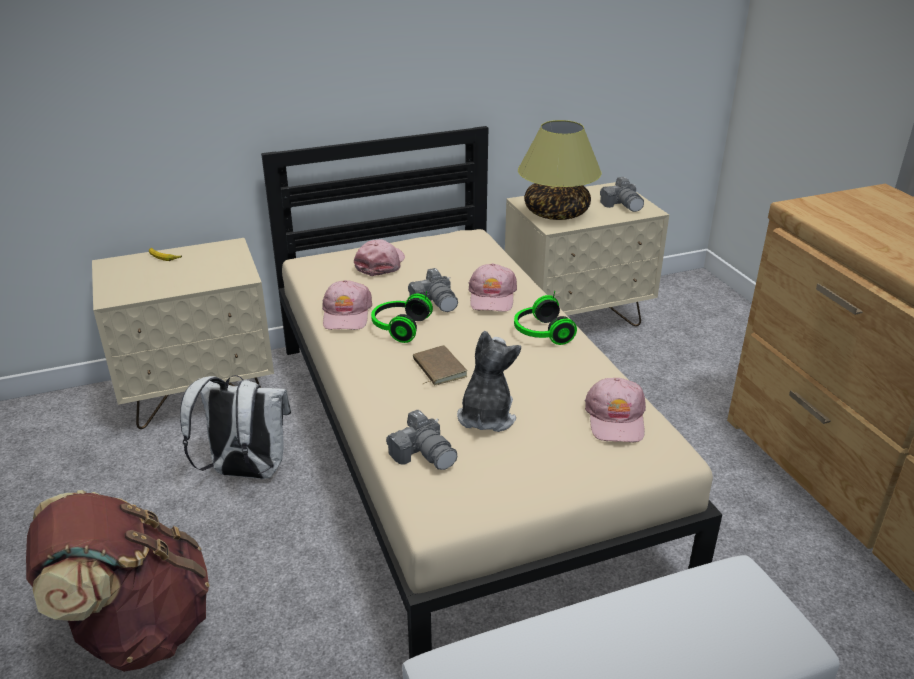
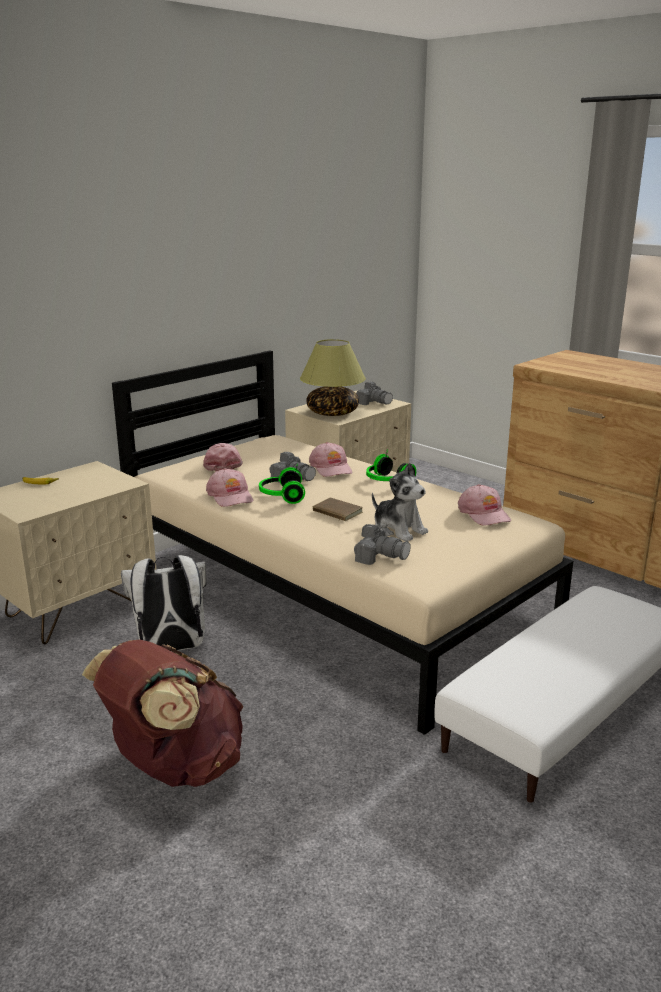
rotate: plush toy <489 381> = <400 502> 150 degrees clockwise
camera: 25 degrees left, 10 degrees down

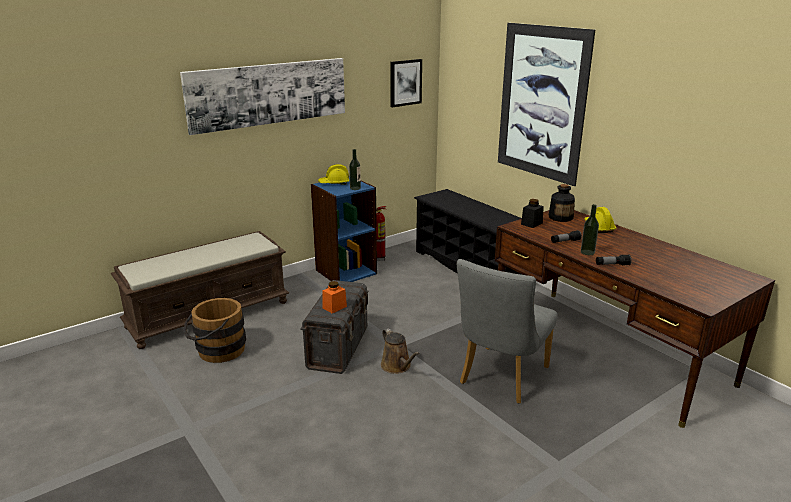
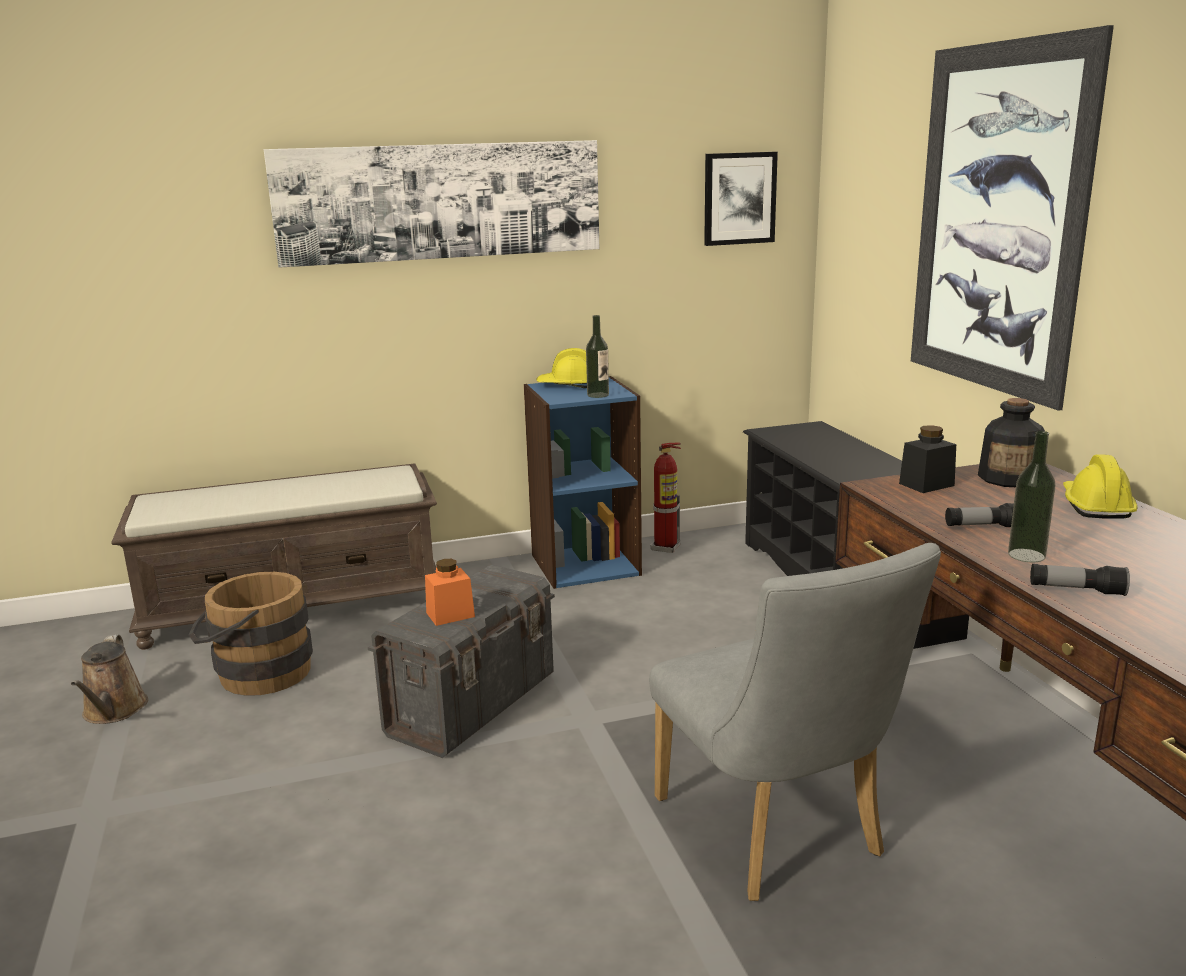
move: watering can/brown <400 351> to <109 679>
rotate: chair/grey <507 331> = <795 722> 75 degrees counterclockwise
camera: 20 degrees right, 5 degrees down

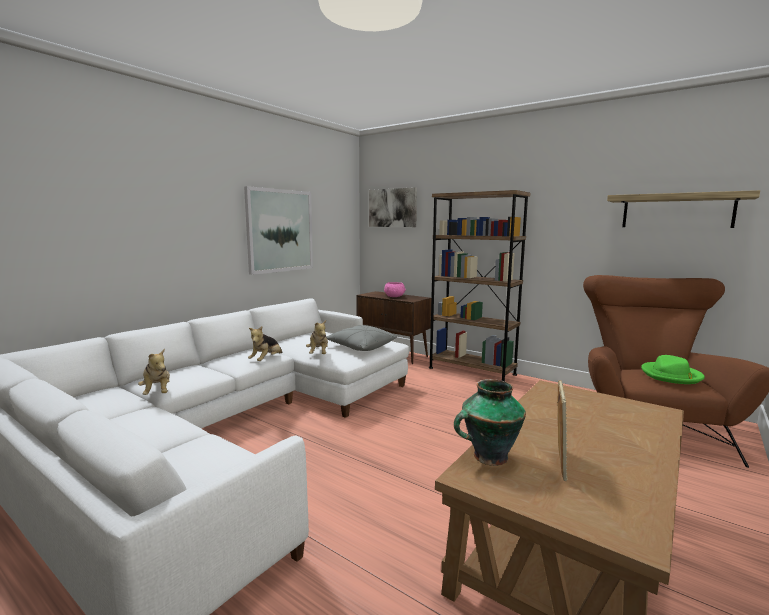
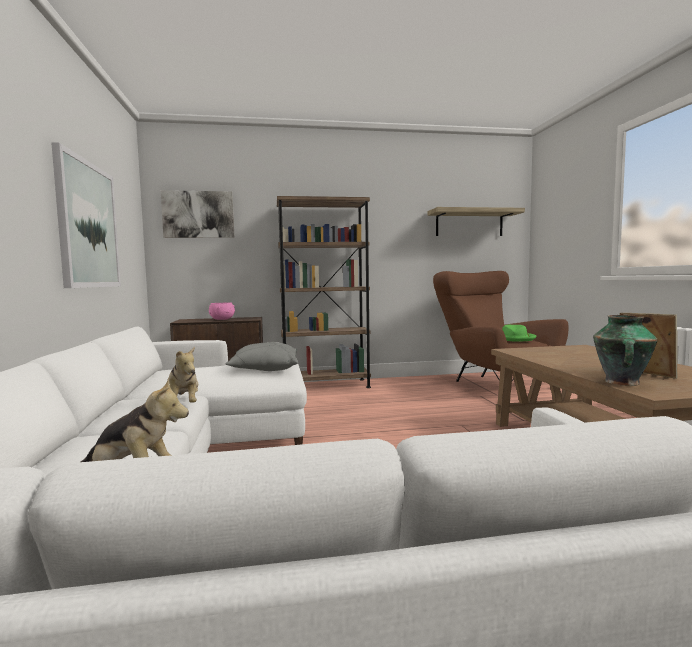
delete: plush toy <317 337>
camera: 45 degrees left, 5 degrees down

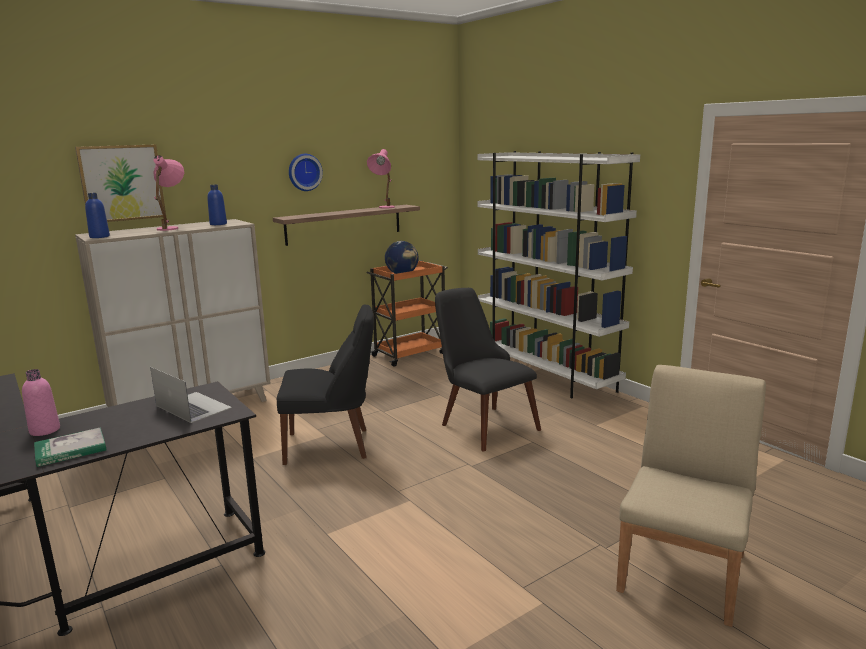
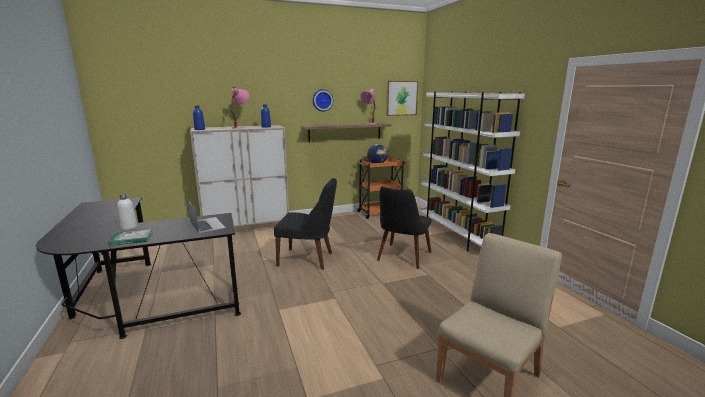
move: picture <120 183> to <402 98>
recolor: bottle/pink <41 402> to bottle/white <127 212>
rotate: chair/black <488 369> = <404 227> 135 degrees counterclockwise
camera: 15 degrees right, 0 degrees up

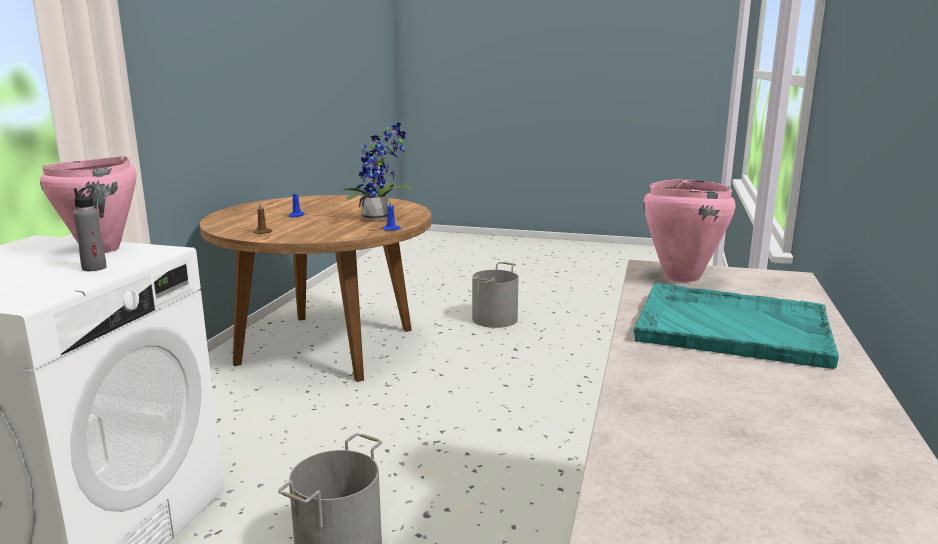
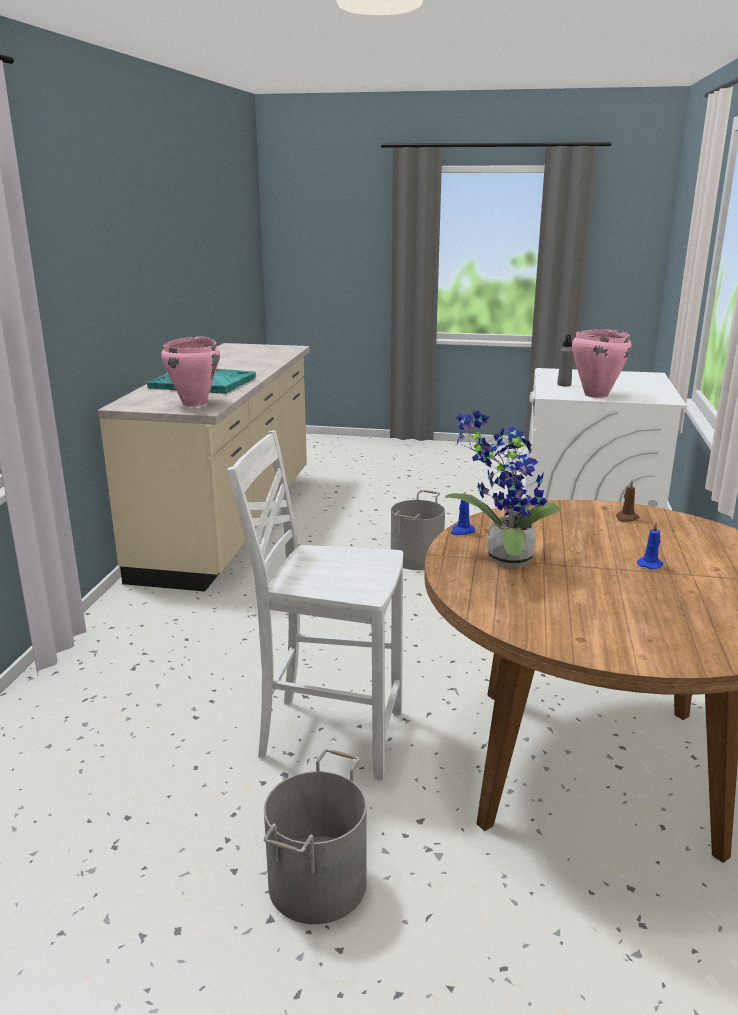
insert: chair/white <315 605>
camera: 175 degrees right, 5 degrees up

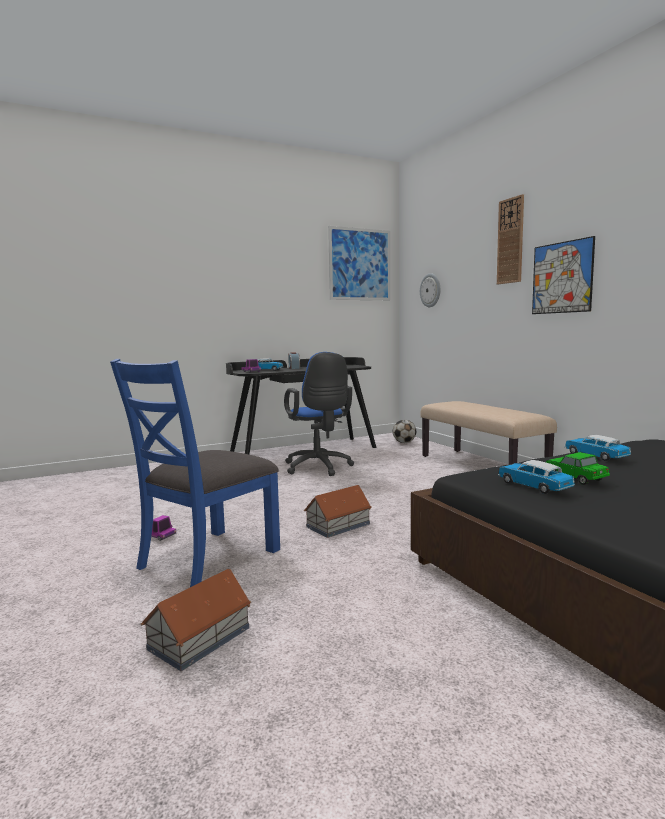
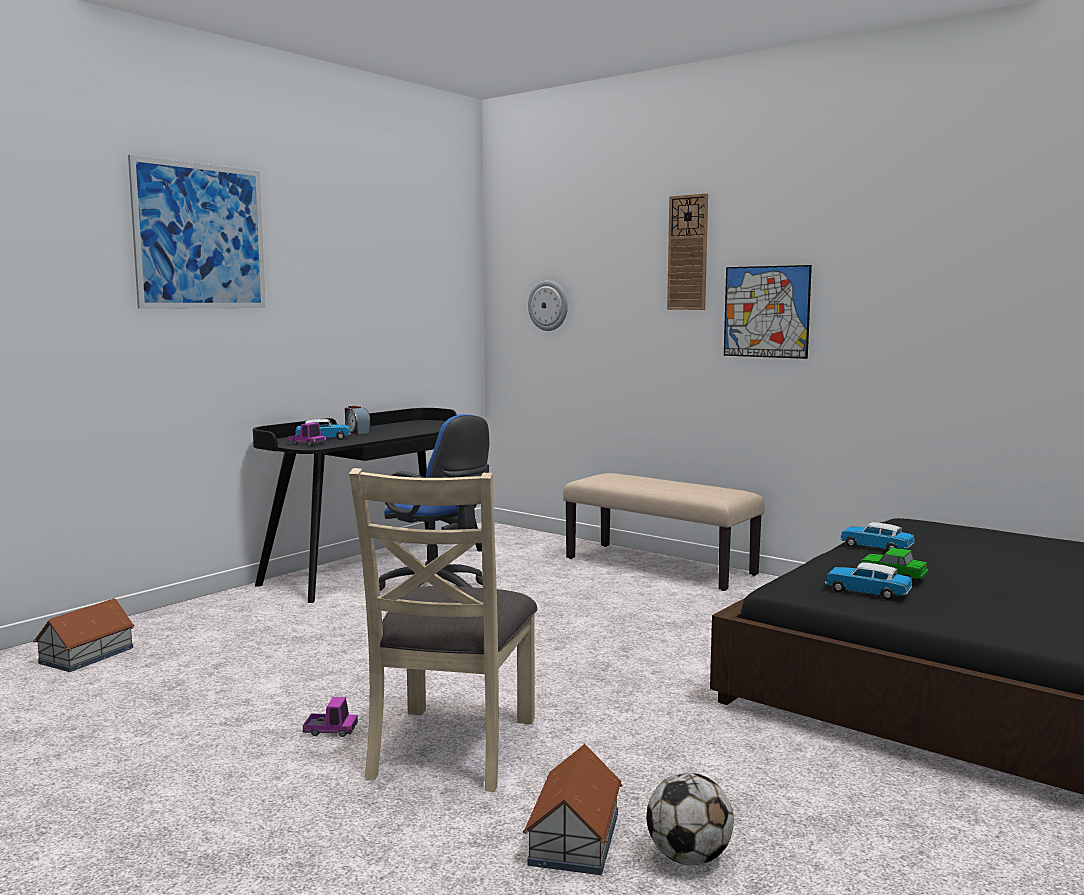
move: toy house <337 511> to <84 635>; picture <359 263> to <197 232>; football <404 431> to <690 819>
recolor: chair/blue <195 473> to chair/beige <443 630>
camera: 25 degrees left, 0 degrees up

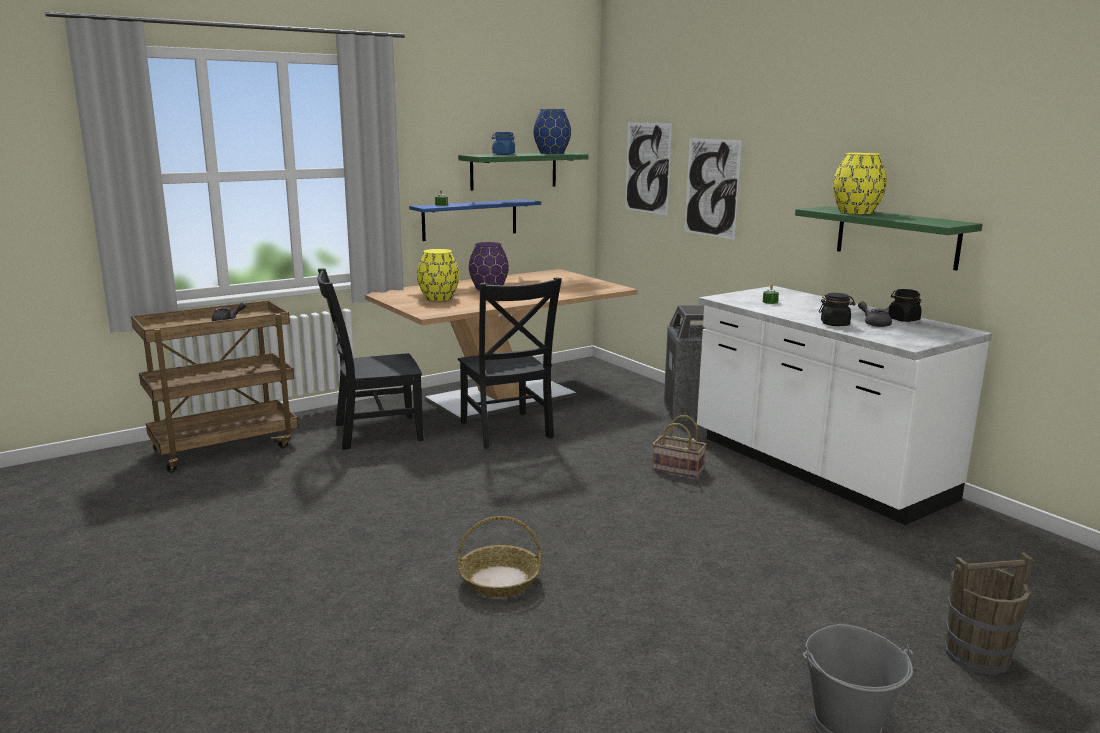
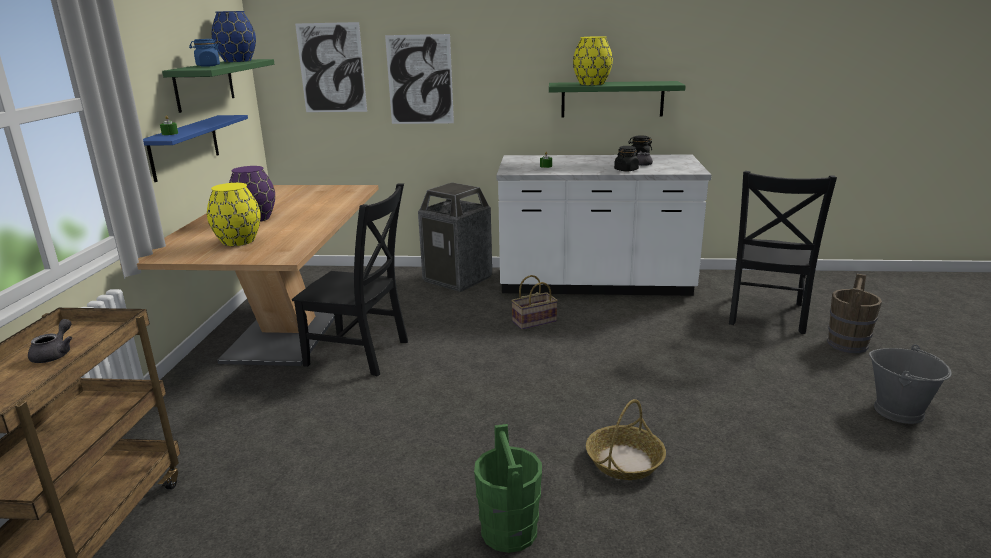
insert: bucket/green <508 488>
move: chair/black <370 359> to <783 252>
camera: 50 degrees left, 5 degrees up

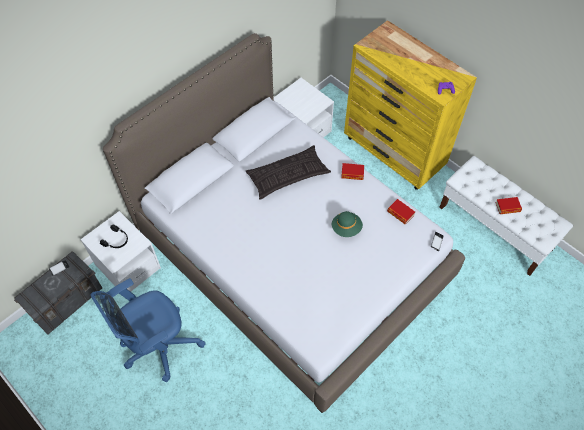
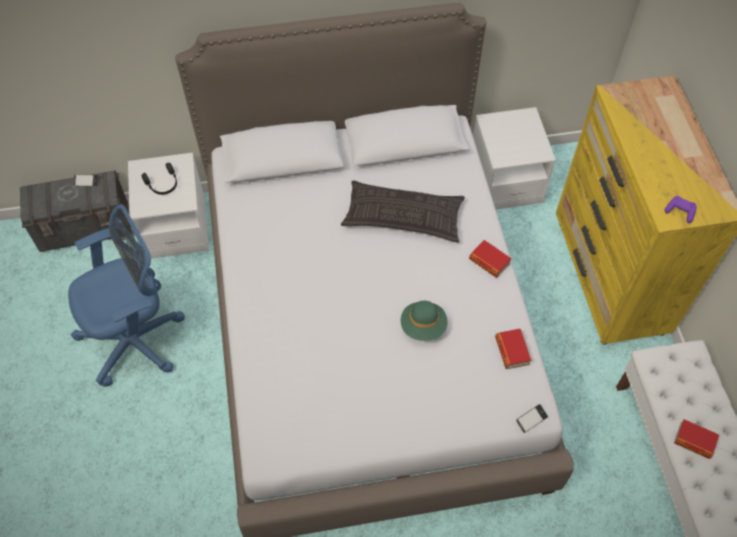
rotate: office chair/blue <148 330> = <126 295> 150 degrees clockwise
camera: 35 degrees right, 0 degrees up

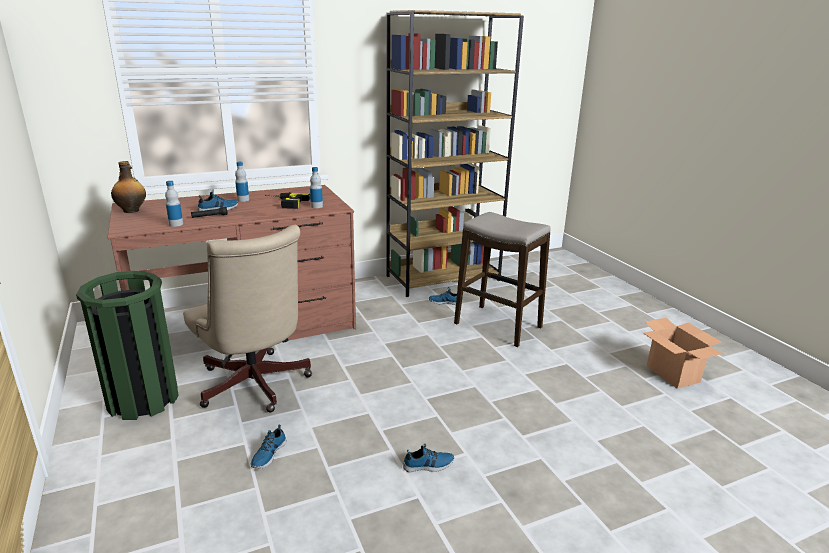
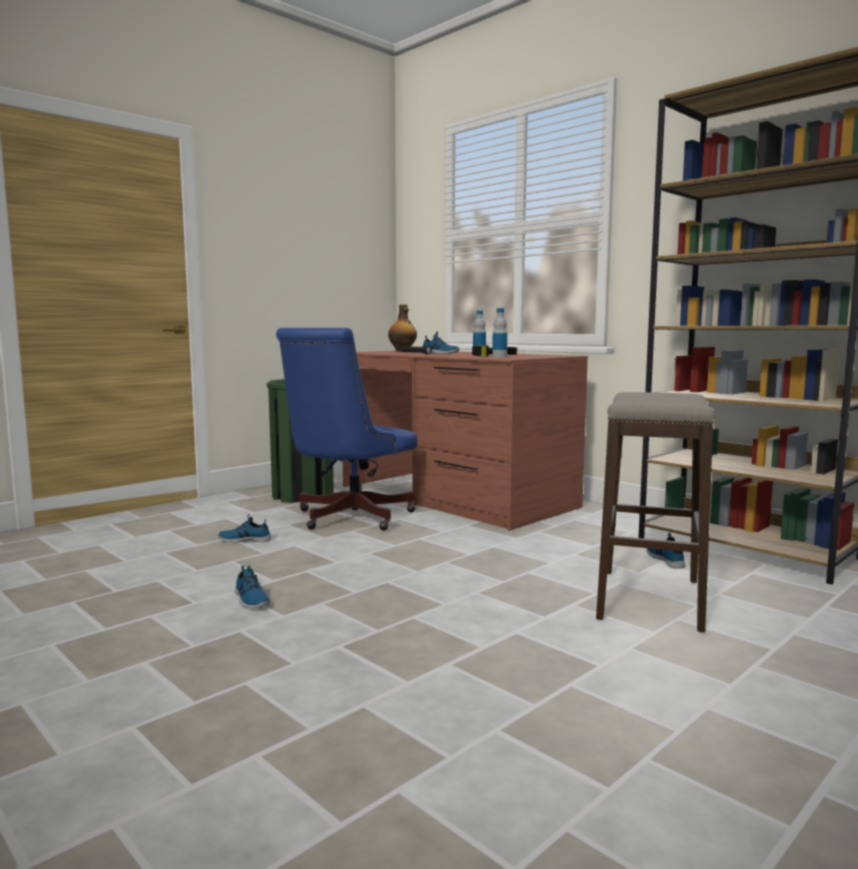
delete: bottle <174 204>; cardboard box <683 353>
recolor: office chair/beige <247 319> to office chair/blue <346 429>
camera: 70 degrees right, 15 degrees down

